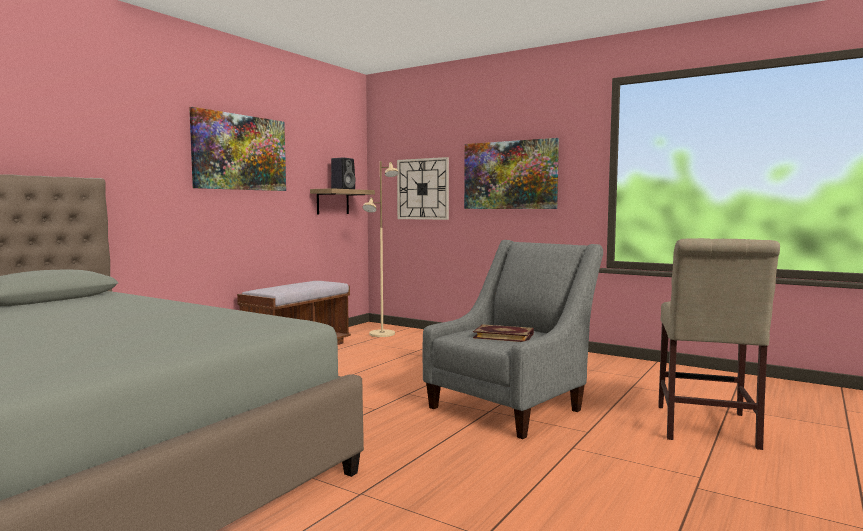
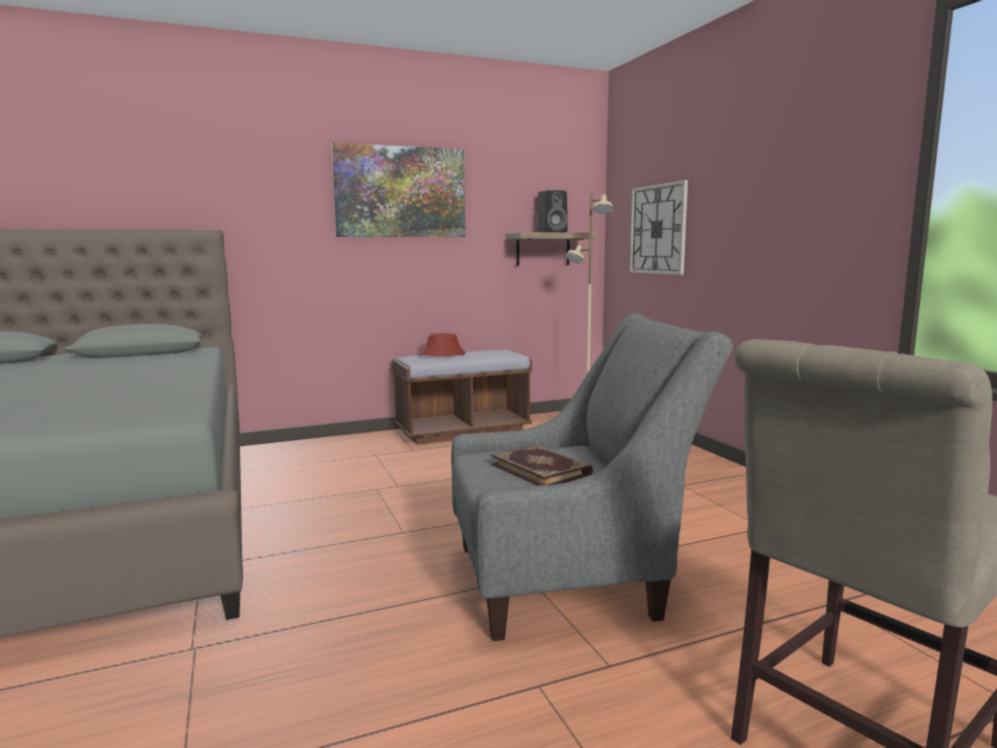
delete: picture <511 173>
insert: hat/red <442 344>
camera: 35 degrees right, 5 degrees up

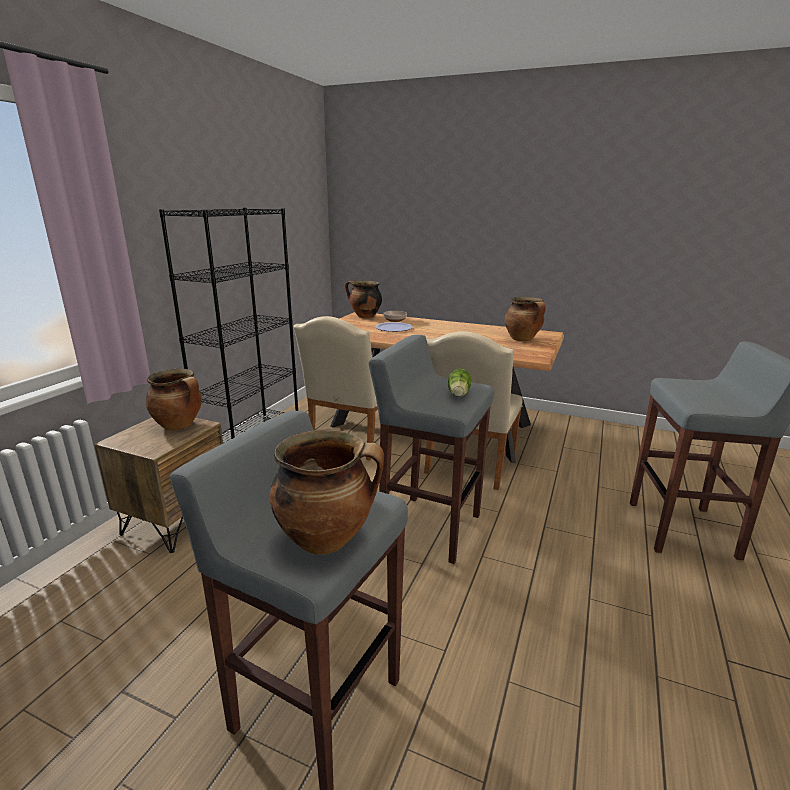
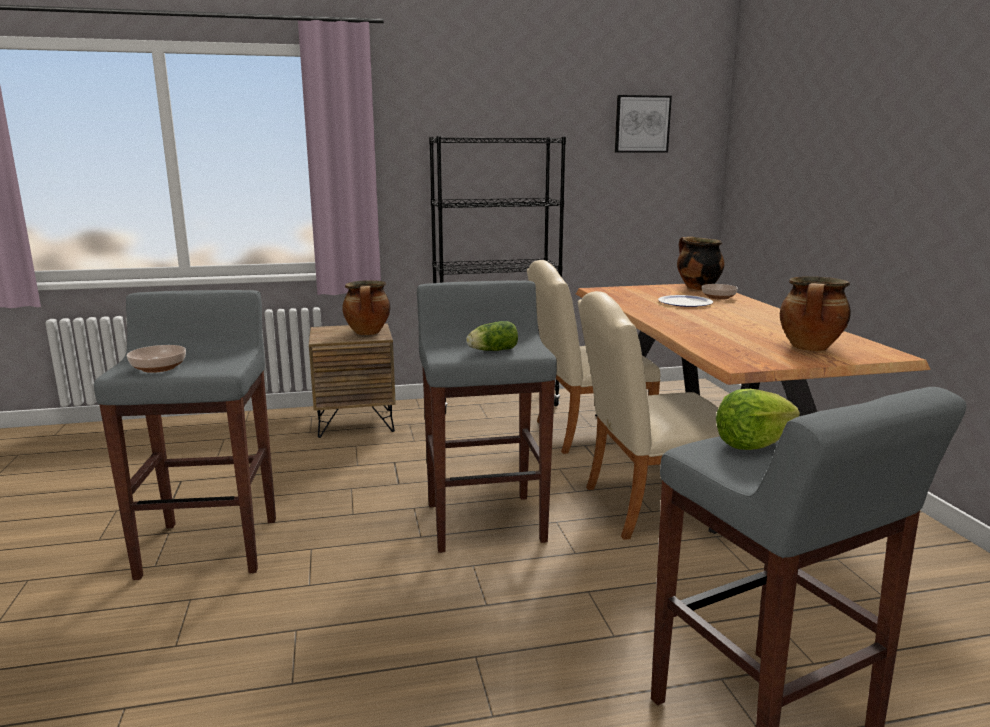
insert: picture <643 124>; lettuce <758 419>
replace: cooking pot <327 492> to bowl <156 359>
camera: 55 degrees right, 5 degrees down

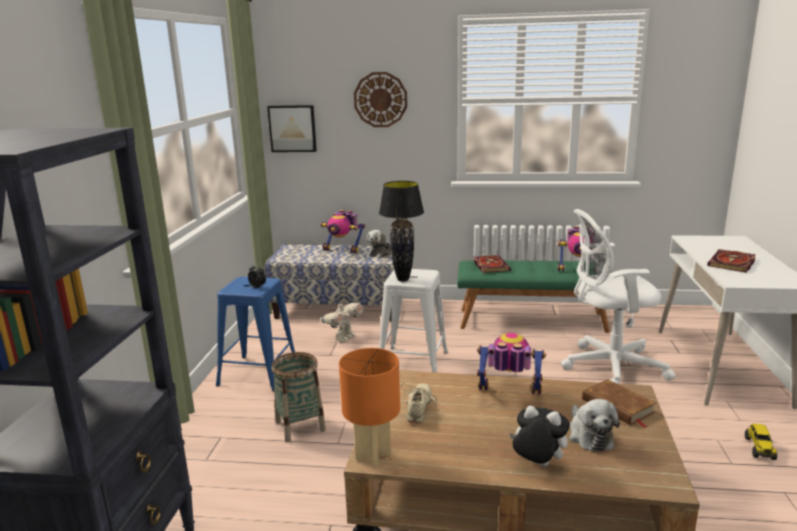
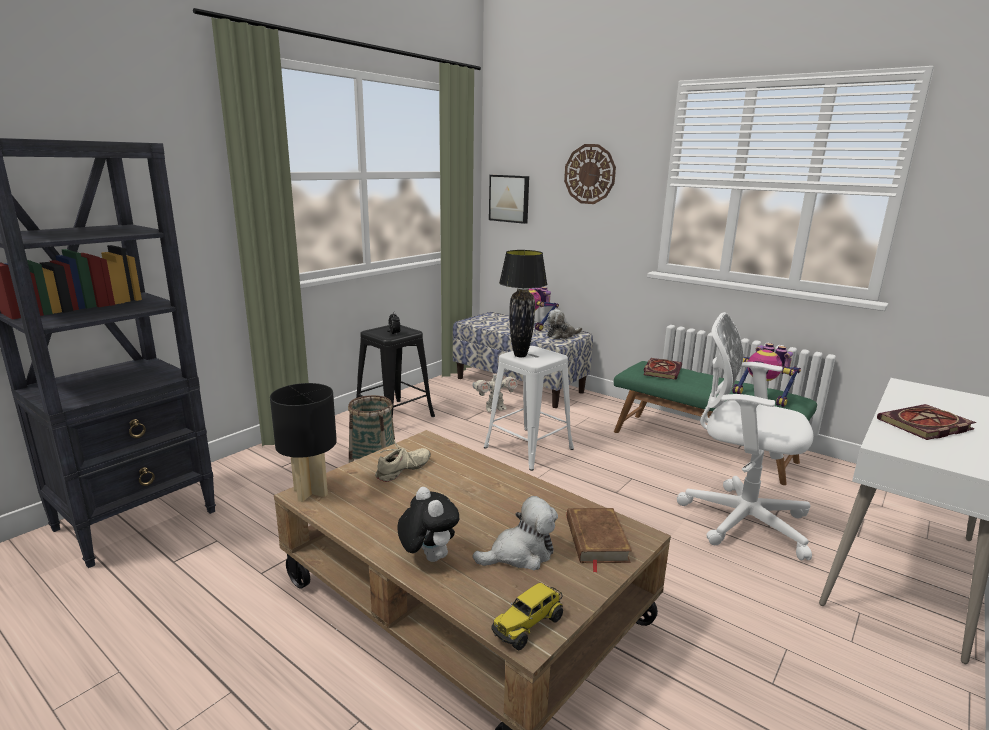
delete: toy robot <511 363>
move: toy truck <761 442> to <527 617>
recolor: table lamp/orange <369 407> to table lamp/black <303 442>; stool/blue <255 334> to stool/black <395 371>
rotate: plush toy <594 425> = <515 533> 135 degrees counterclockwise
camera: 30 degrees right, 0 degrees up

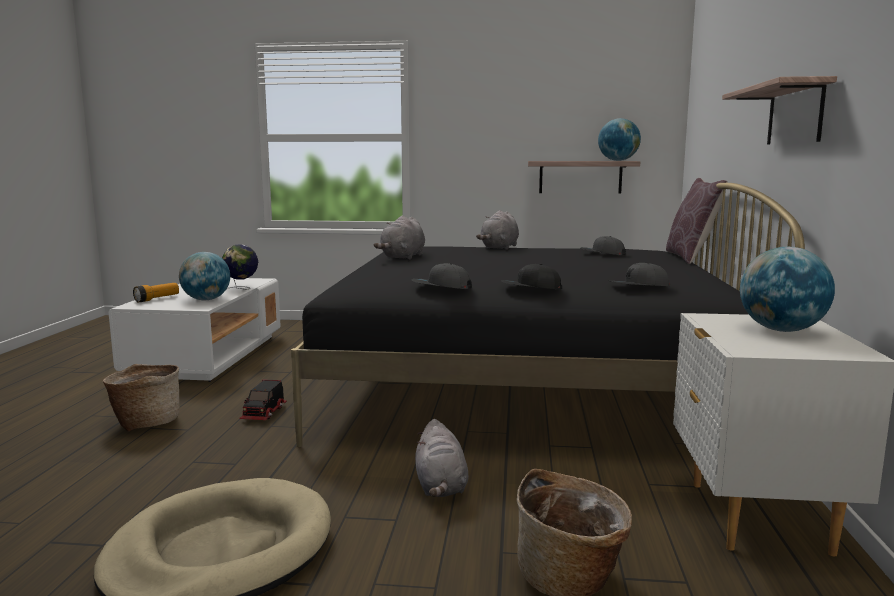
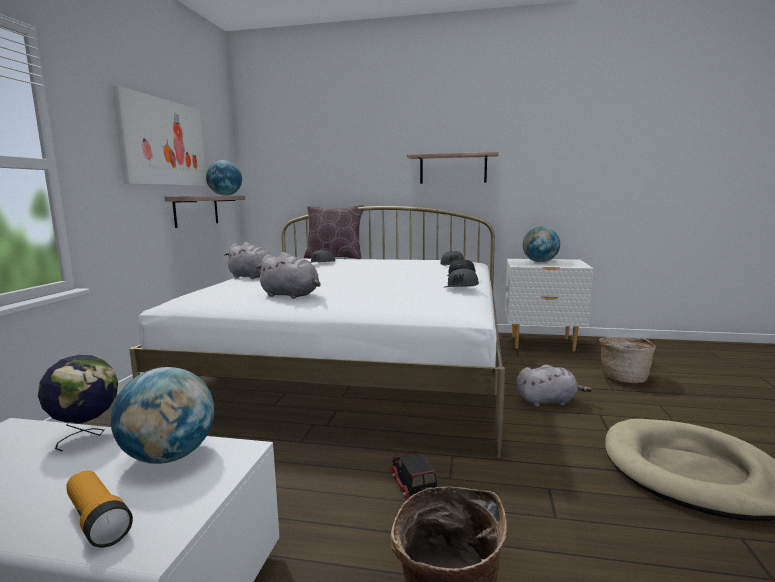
insert: picture <159 136>
recolor: bed/black <548 315> to bed/white <317 332>
rotate: toy truck <263 399> = <413 475> 120 degrees counterclockwise
camera: 85 degrees left, 0 degrees up

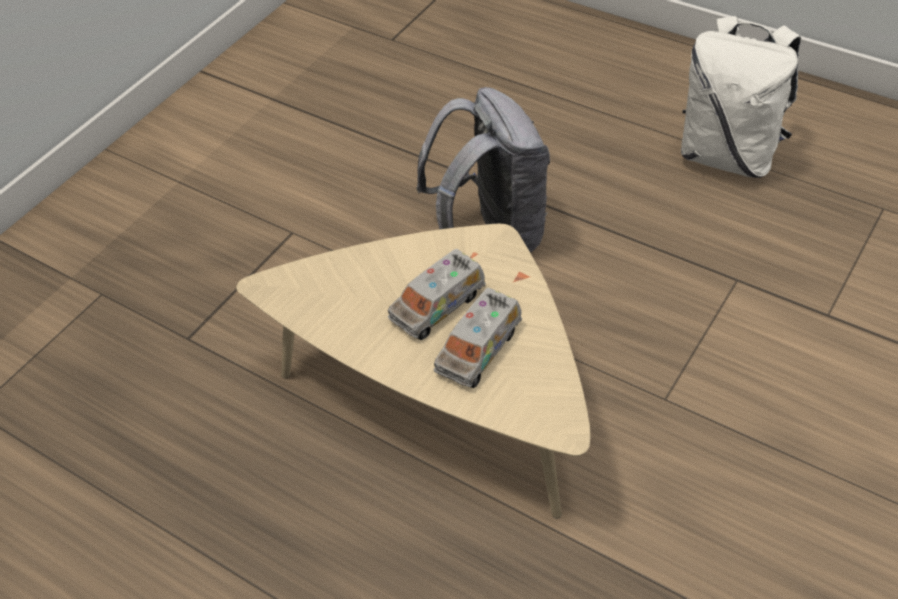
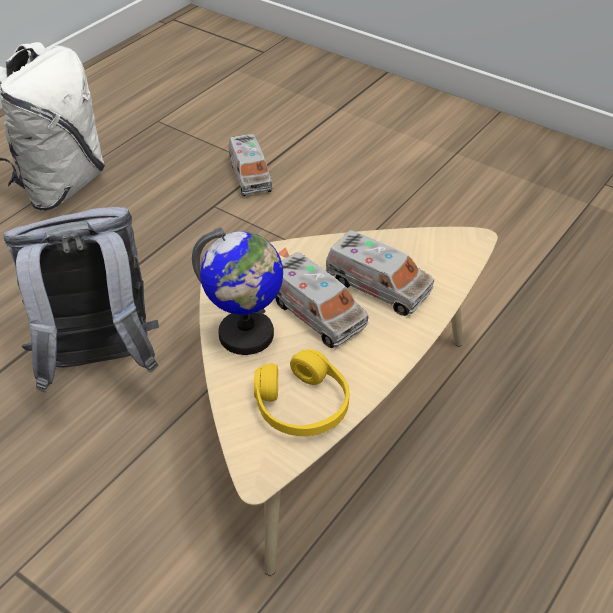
insert: globe <237 291>; toy truck <250 165>; headphones/yellow <301 392>
camera: 90 degrees left, 5 degrees down

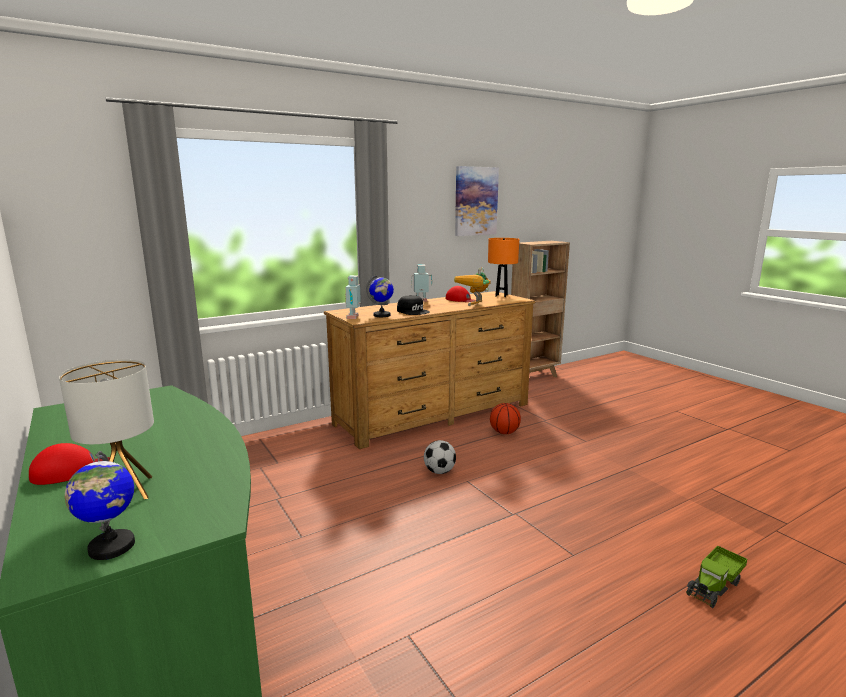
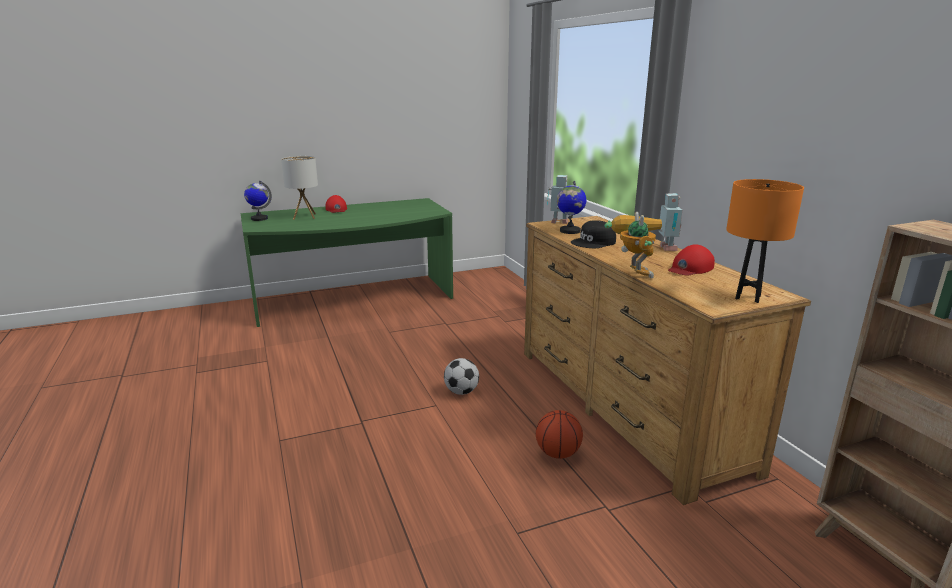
delete: picture <477 201>; toy truck <716 576>
rotate: toy robot <472 286> = <633 245> 45 degrees clockwise
camera: 100 degrees right, 5 degrees up

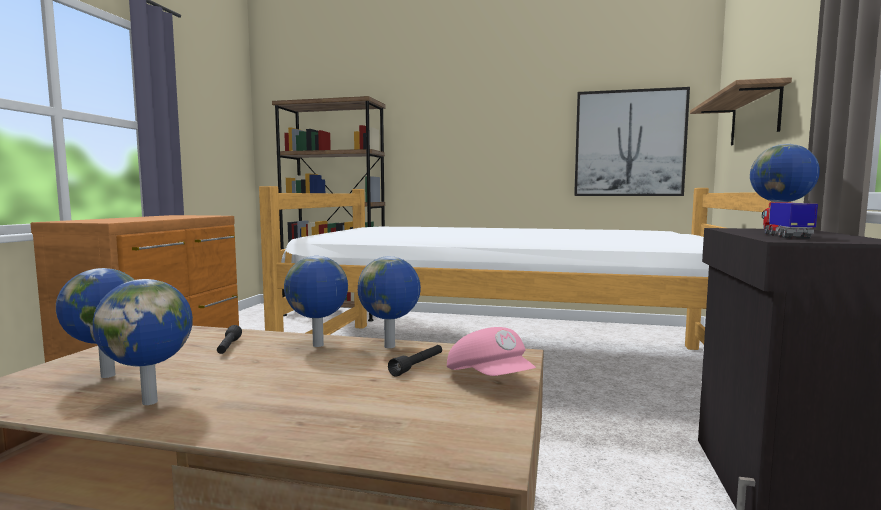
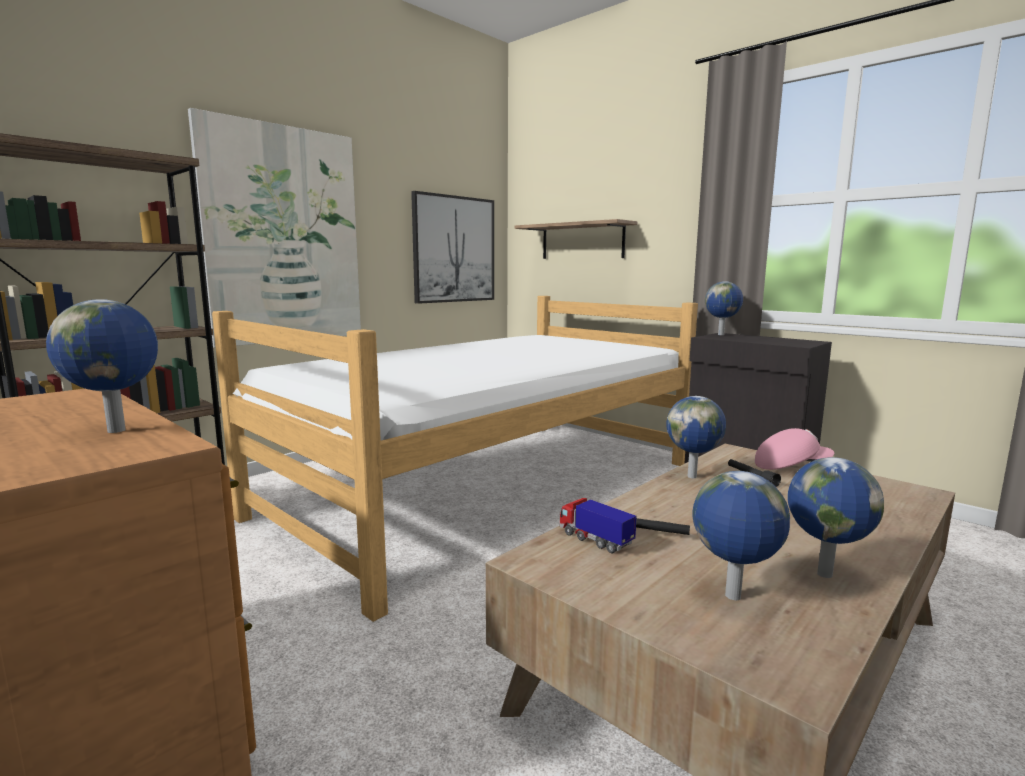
insert: picture <274 228>
move: globe <316 301> to <102 366>; toy truck <790 220> to <598 525>
camera: 60 degrees left, 5 degrees up

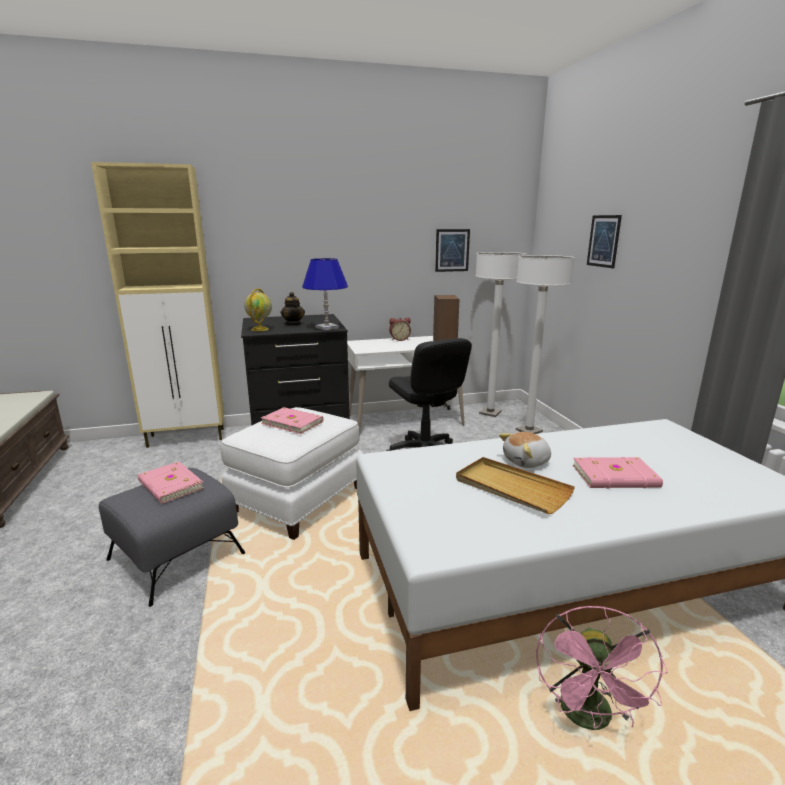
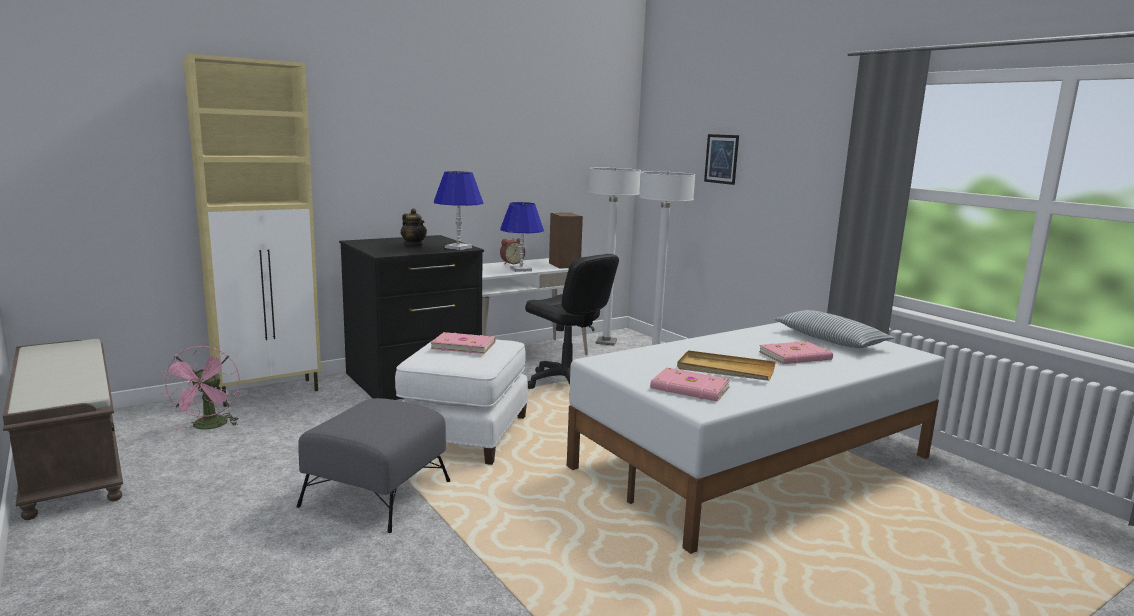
delete: globe <258 309>; picture <452 250>; plush toy <525 450>
insert: table lamp/blue <522 237>; pillow <834 329>
move: fan/pink <601 668> to <201 388>; book/pink <171 483> to <690 384>
camera: 20 degrees left, 5 degrees down

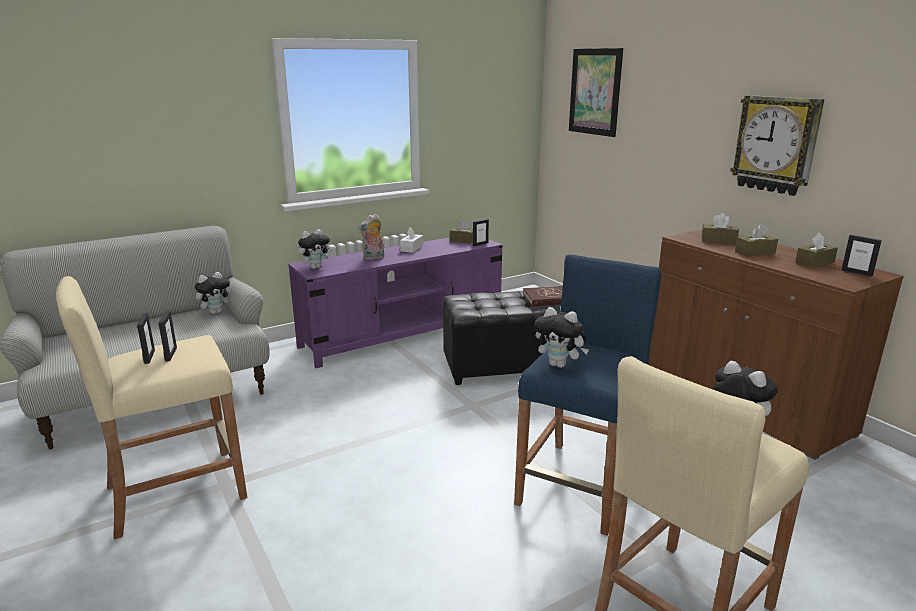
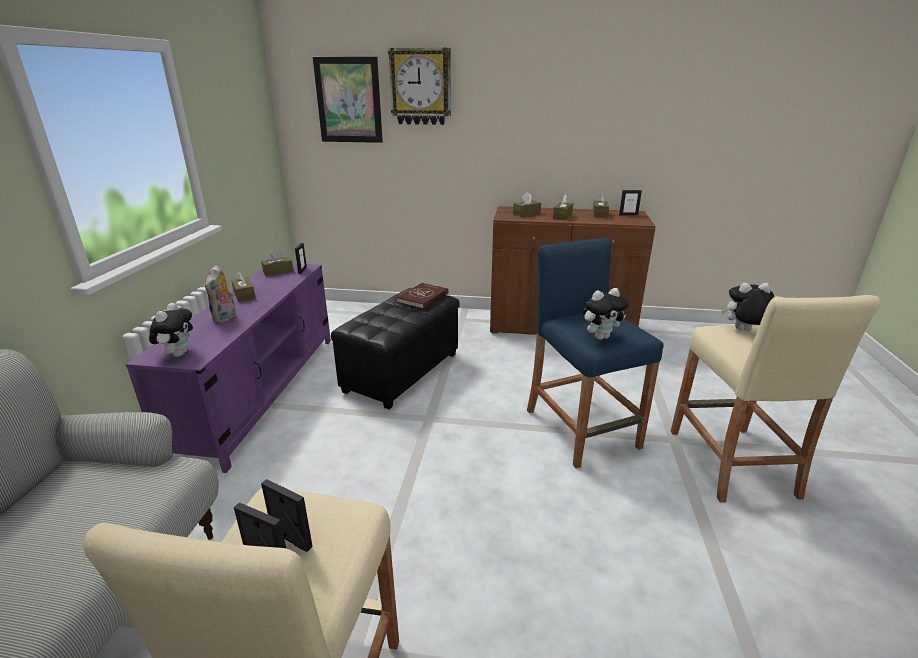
delete: plush toy <212 293>
move: wall clock <777 145> to <419 86>
recolor: tissue box/white <411 240> to tissue box/brown <243 286>
camera: 50 degrees left, 5 degrees up

